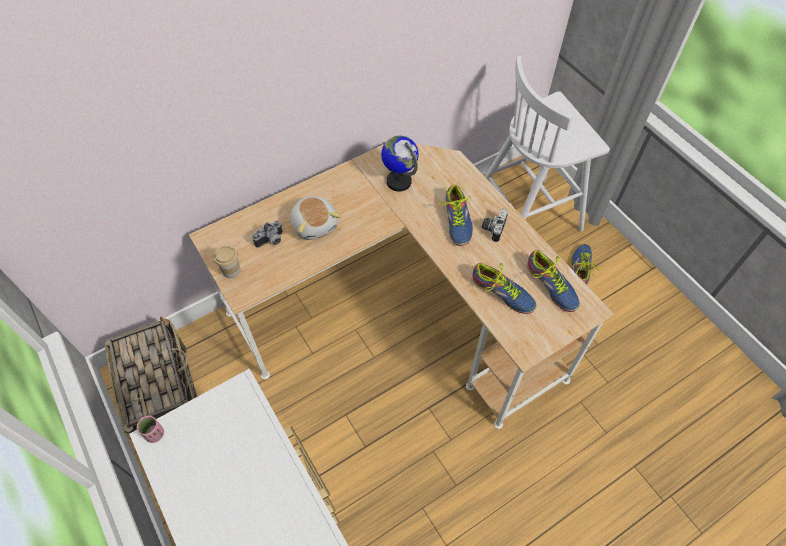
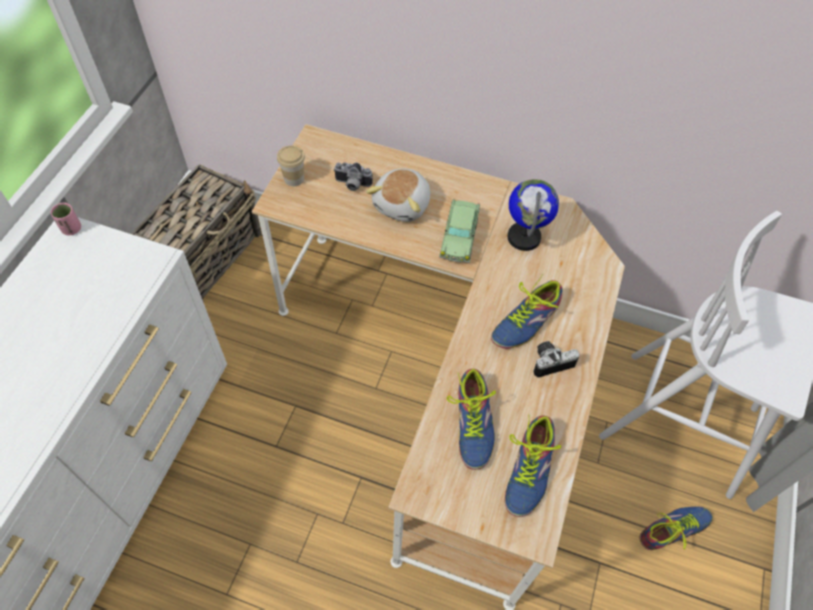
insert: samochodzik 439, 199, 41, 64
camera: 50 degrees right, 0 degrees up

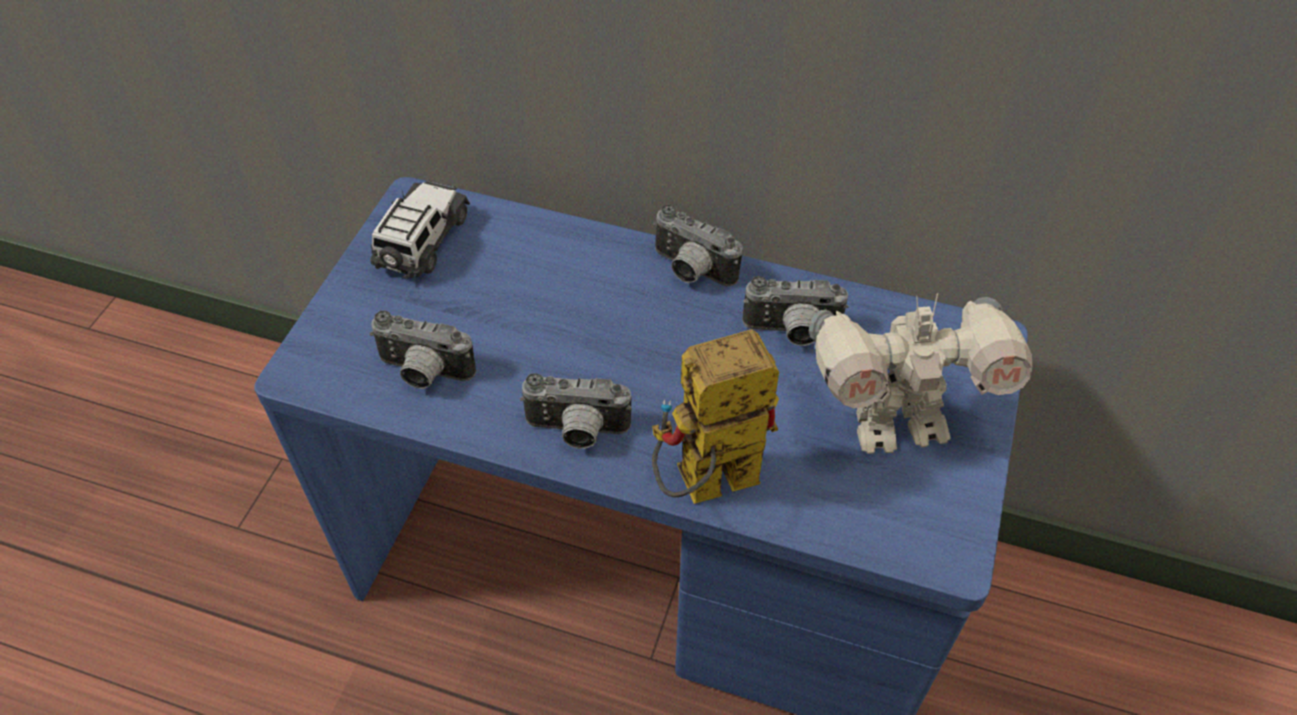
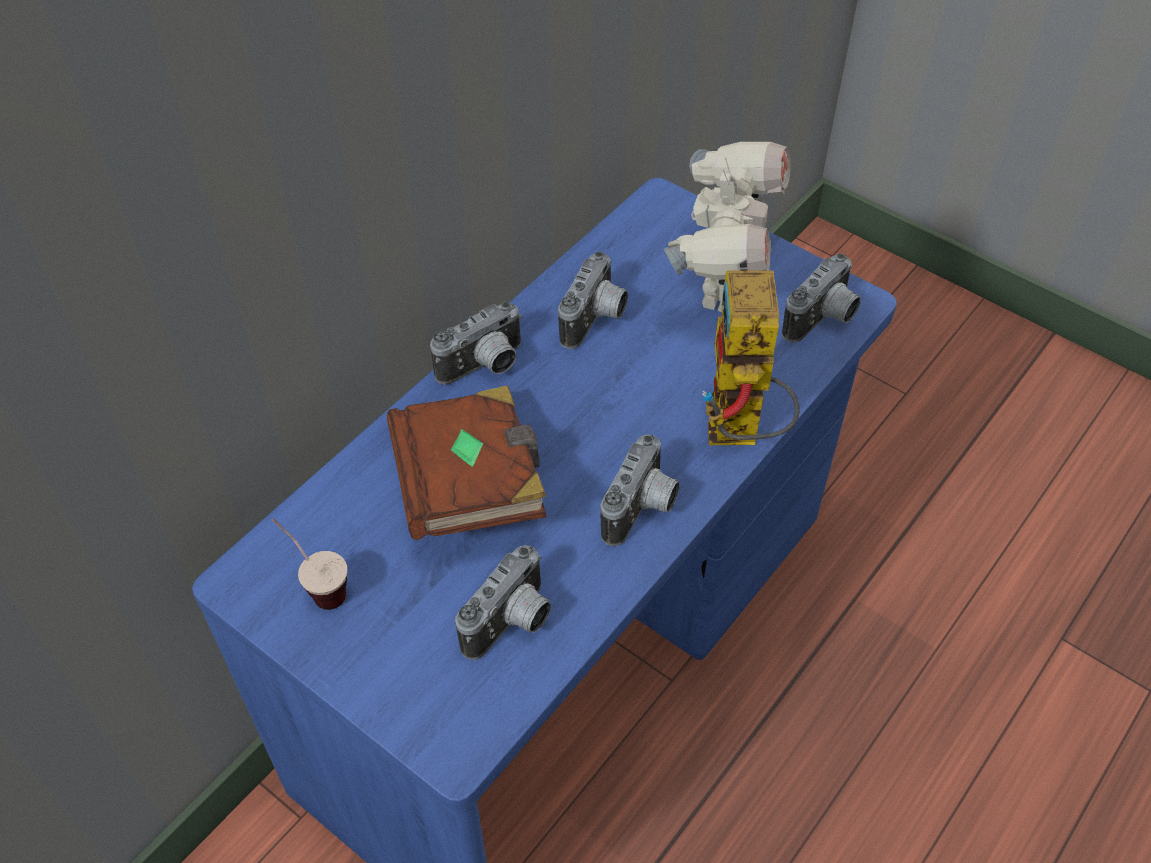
insert: aparat fotograficzny 782, 253, 79, 90; książka [brązowy] 387, 386, 159, 154
replace: samochodzik 370, 179, 100, 100 to filiżanka 272, 518, 75, 92
camera: 70 degrees left, 0 degrees up

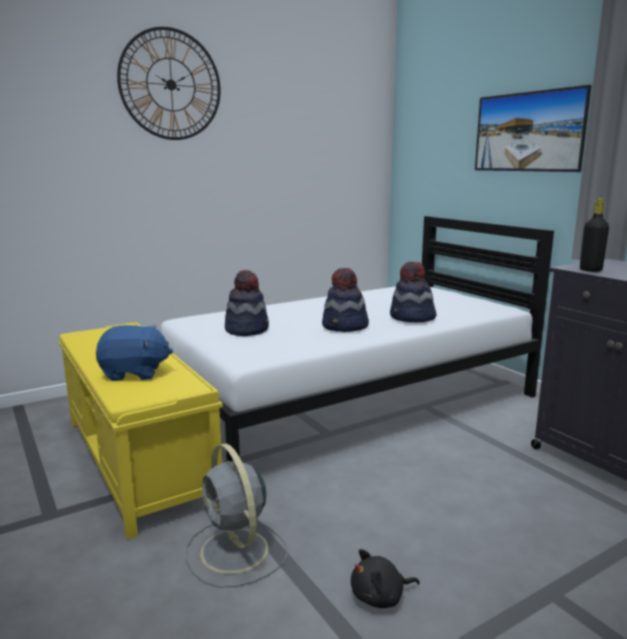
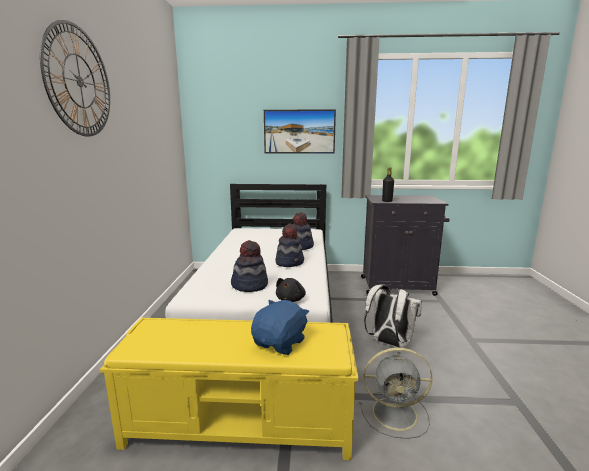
insert: plecak [biały] 364, 284, 58, 64
move: pluszak [czarny] 351, 549, 69, 59 to 276, 278, 30, 24
camera: 55 degrees left, 0 degrees up

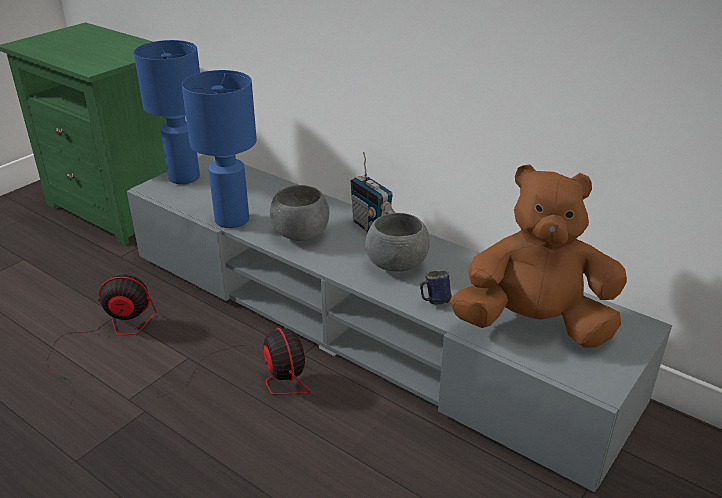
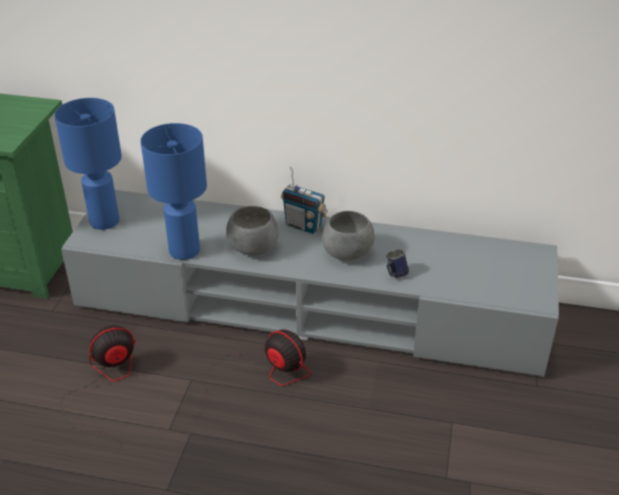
delete: pluszak [brązowy] 450, 164, 177, 184
camera: 25 degrees left, 5 degrees up

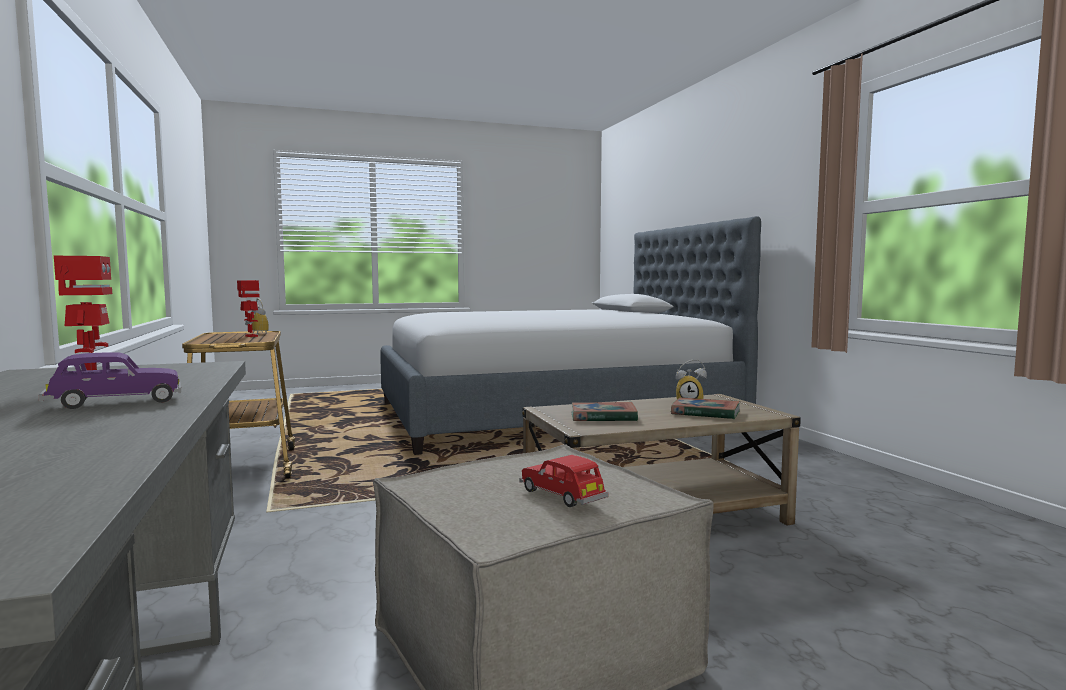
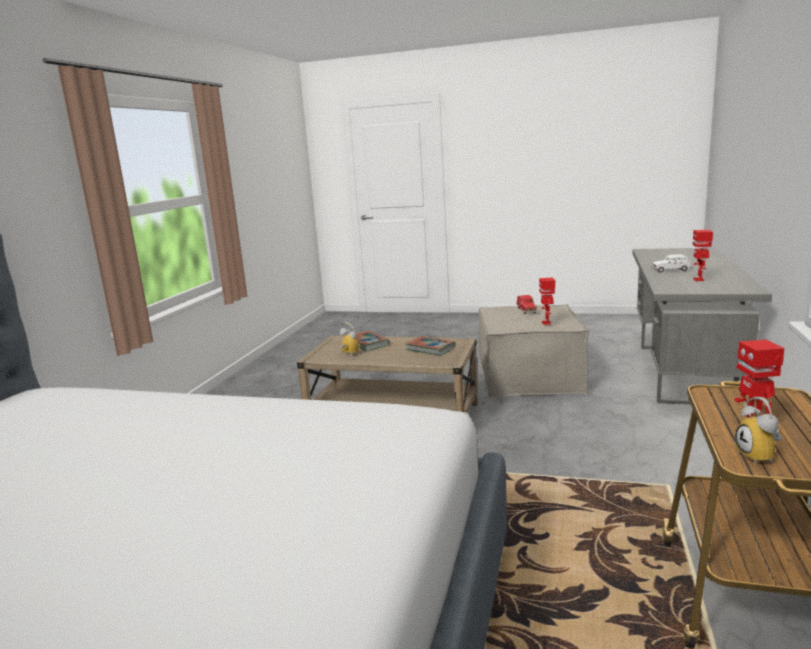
insert: robot zabawkowy 539, 278, 16, 47
recolor: samochodzik [fioletowy] 39, 353, 142, 56 to samochodzik [biały] 652, 254, 41, 19
camera: 145 degrees left, 10 degrees up

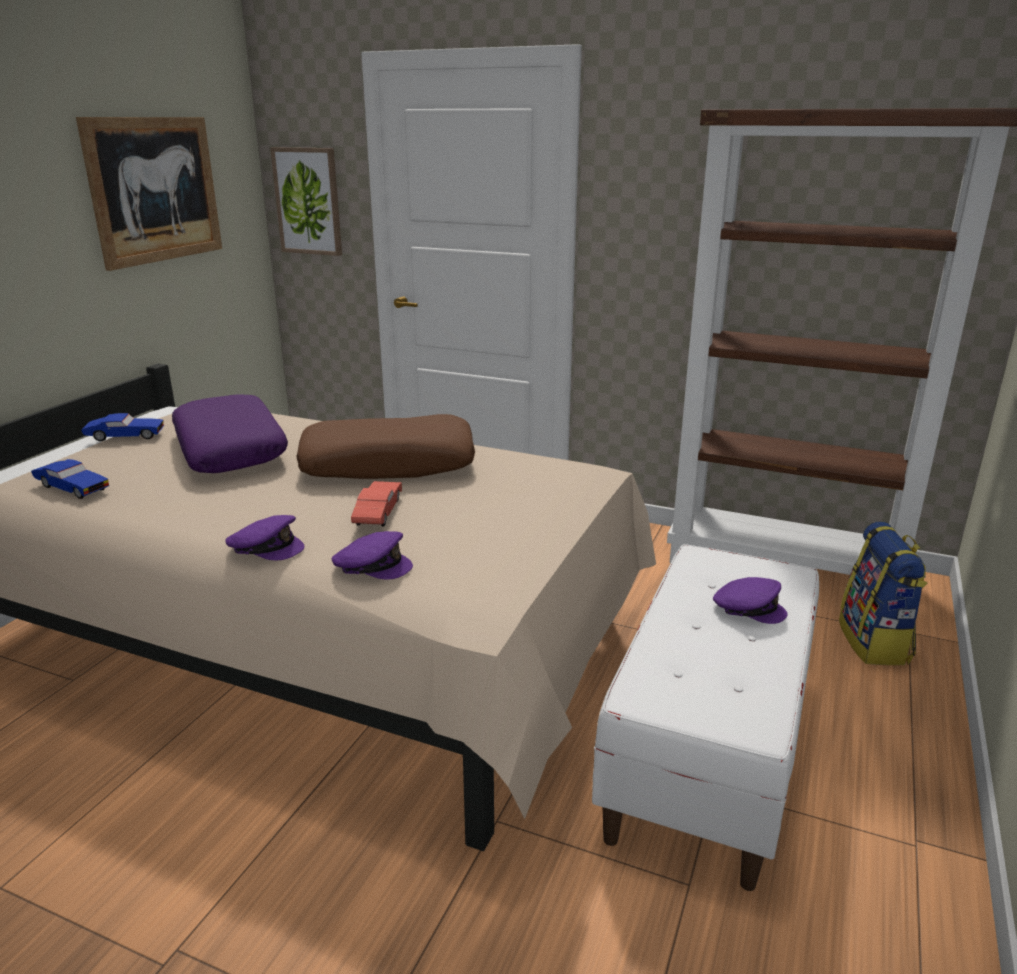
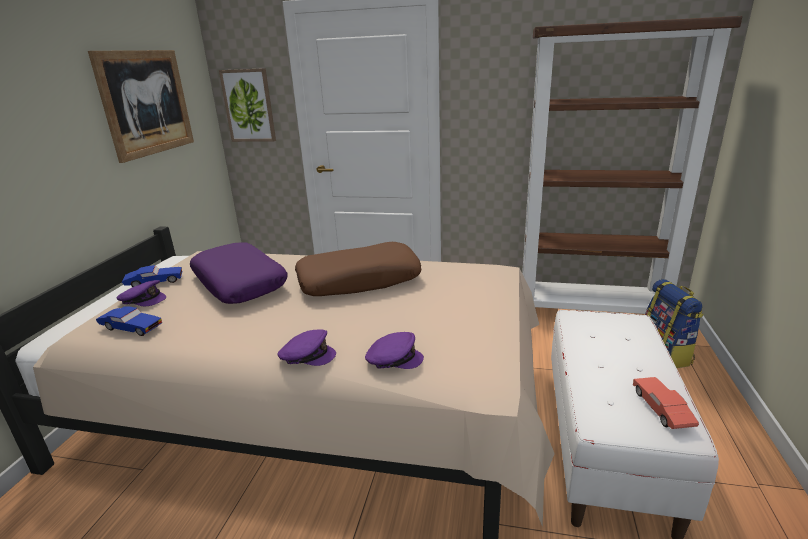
move: samochodzik [czerwony] 351, 481, 51, 46 to 633, 377, 66, 52; czapka z daszkiem [fioletowy] 713, 577, 75, 47 to 116, 280, 50, 26
camera: 10 degrees left, 0 degrees up

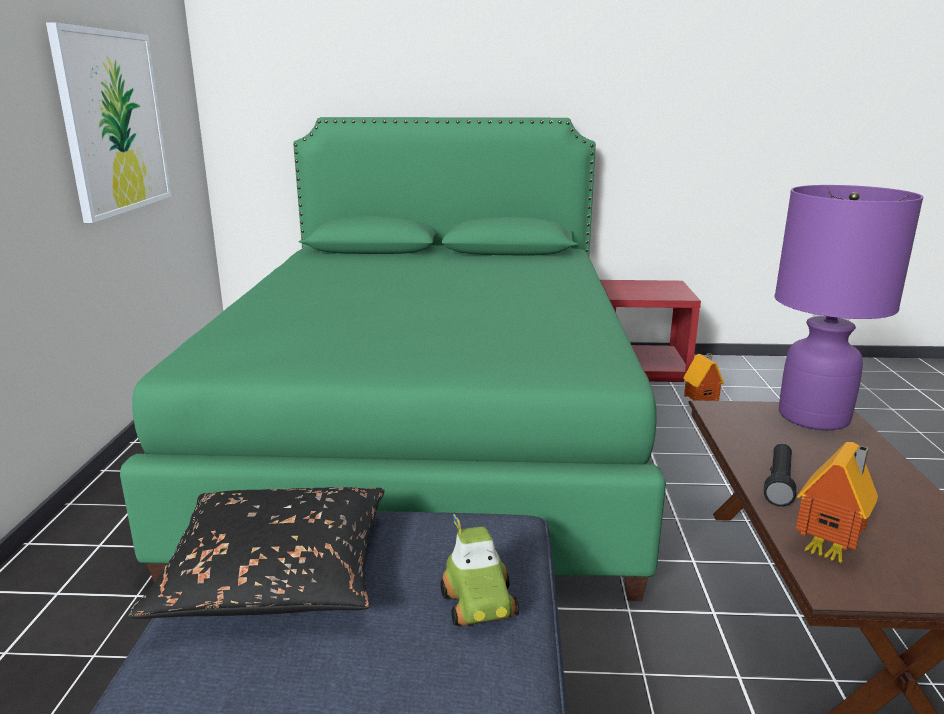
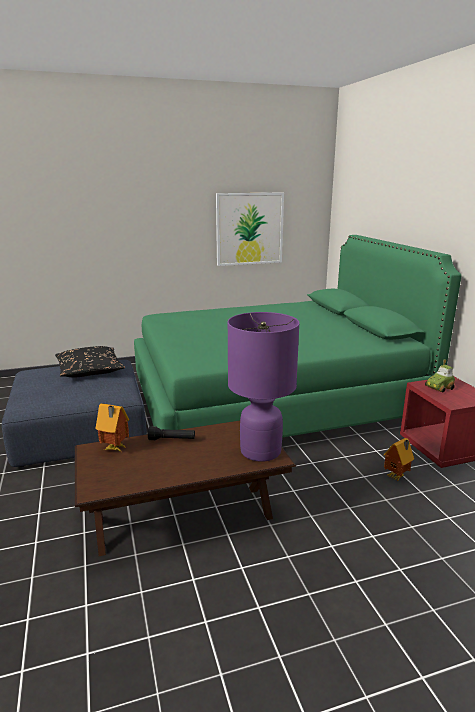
move: samochodzik 440, 514, 79, 112 to 425, 359, 30, 33
camera: 70 degrees right, 0 degrees up

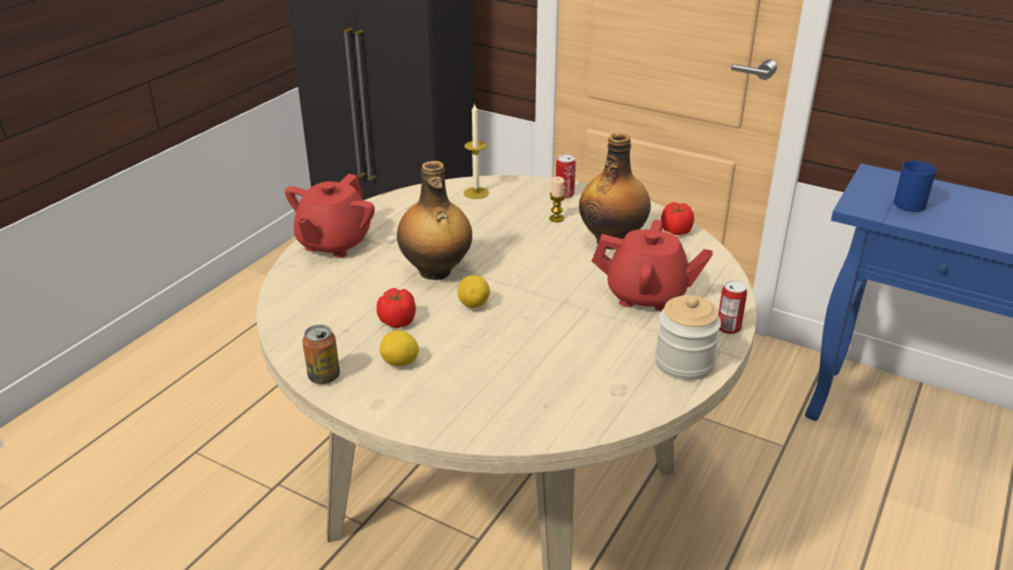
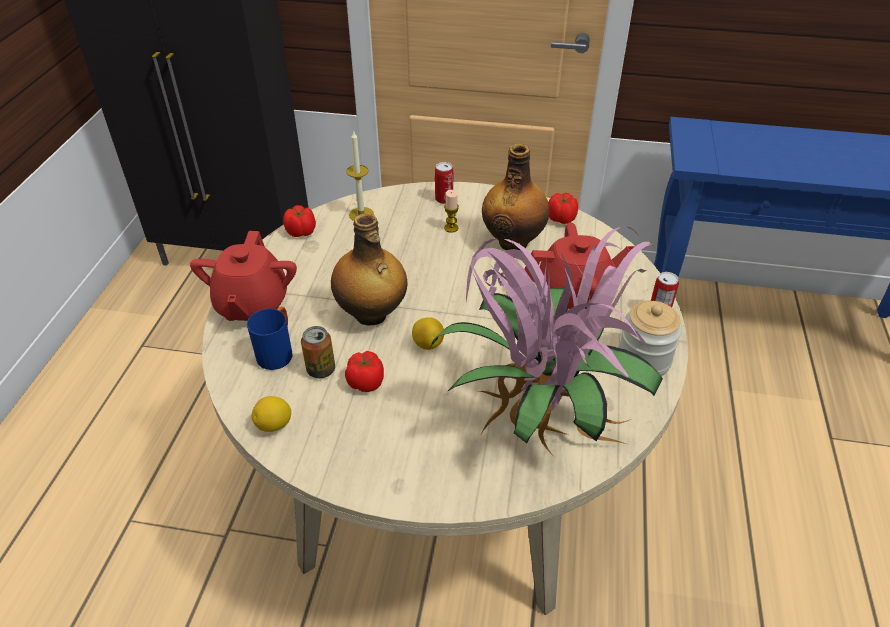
insert: pomidor 283, 205, 33, 32; roślina doniczkowa 431, 227, 232, 227
move: kubek [niebieski] 894, 161, 43, 51 to 247, 307, 45, 63; puszka 302, 325, 38, 59 to 301, 326, 34, 52; cytryna 380, 330, 39, 36 to 252, 396, 39, 36
camera: 20 degrees left, 10 degrees up

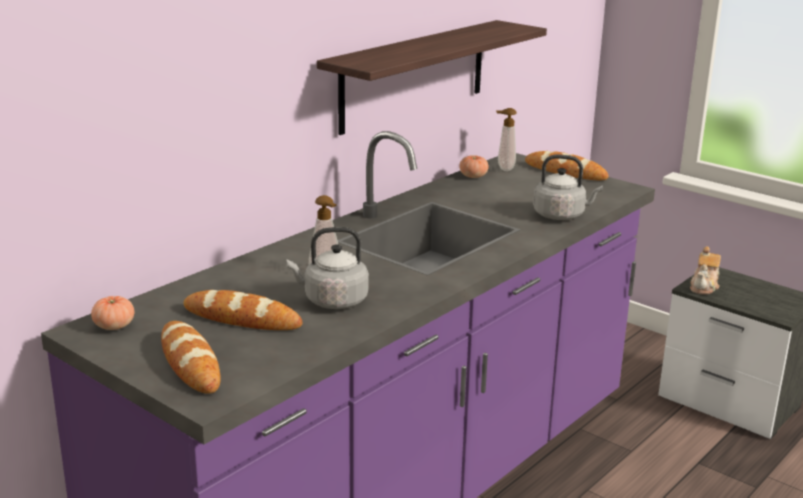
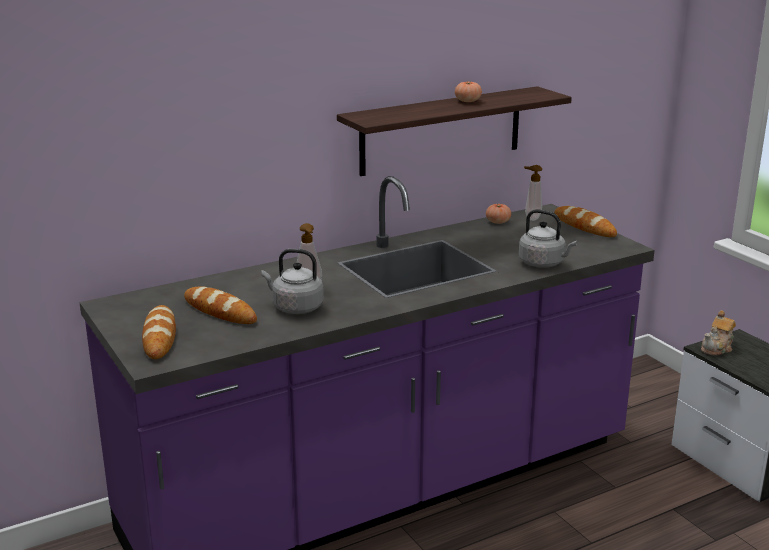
move: pomidor 91, 296, 43, 34 to 455, 82, 27, 20
camera: 20 degrees right, 0 degrees up

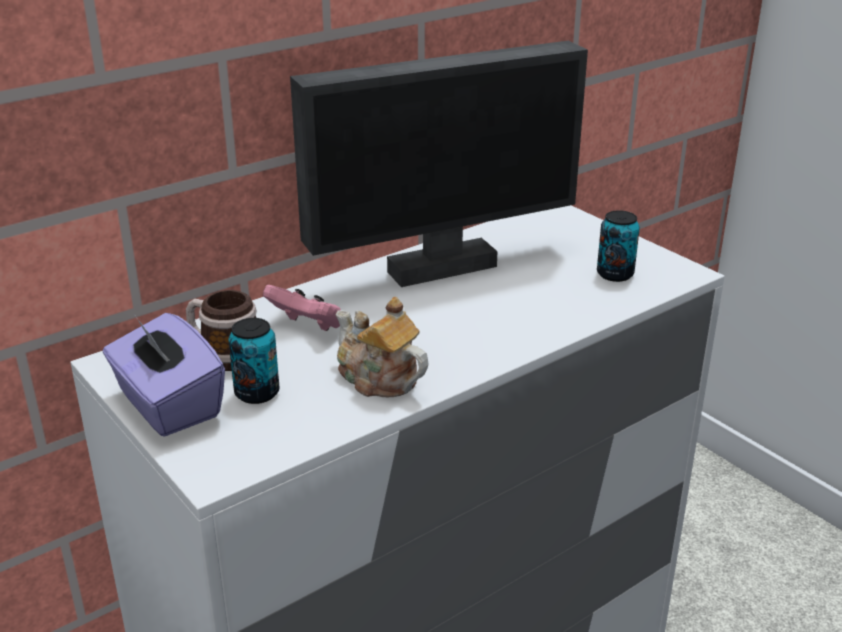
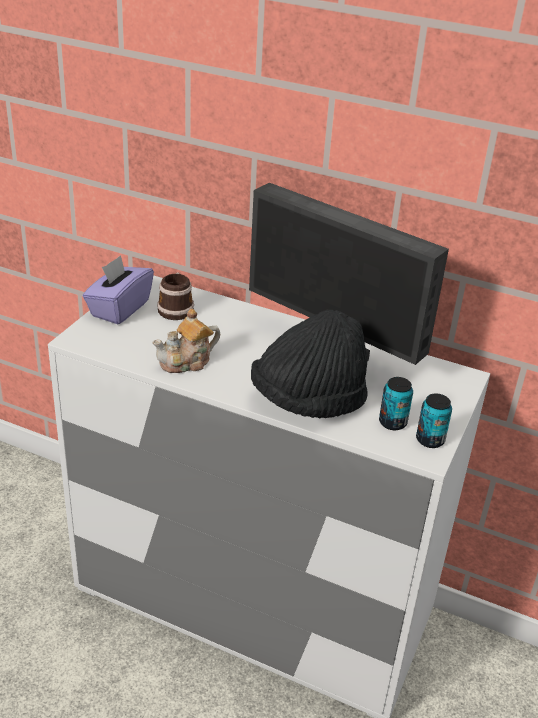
delete: pad do gier [różowy] 263, 285, 78, 46
insert: kapelusz [czarny] 251, 310, 117, 108
move: puszka 228, 318, 52, 86 to 416, 394, 36, 54
rotate: imbryk 335, 297, 94, 100 = 152, 308, 68, 65 135 degrees counterclockwise
camera: 60 degrees right, 5 degrees up

